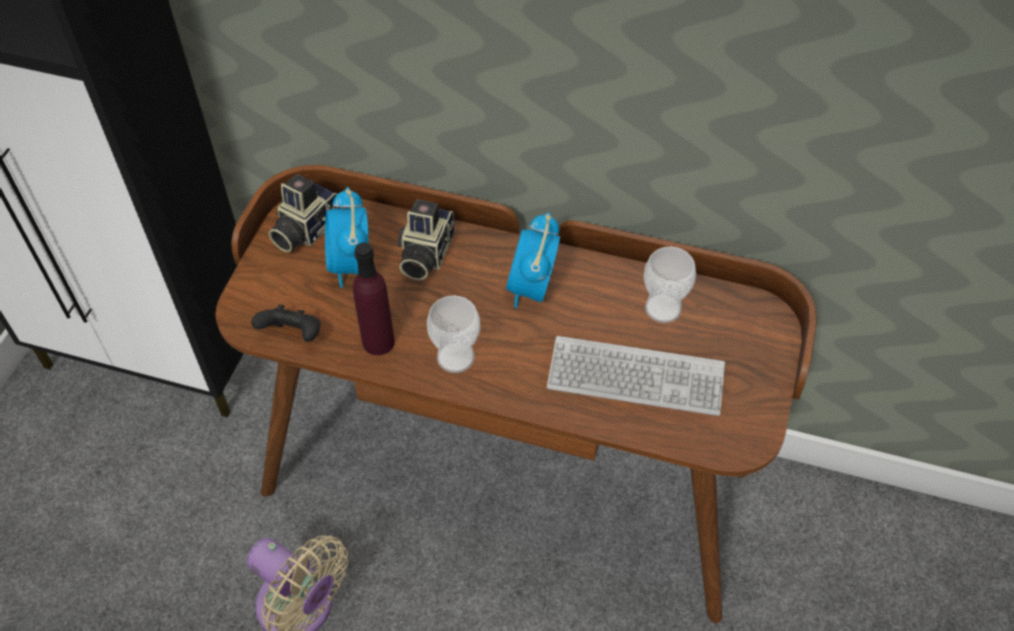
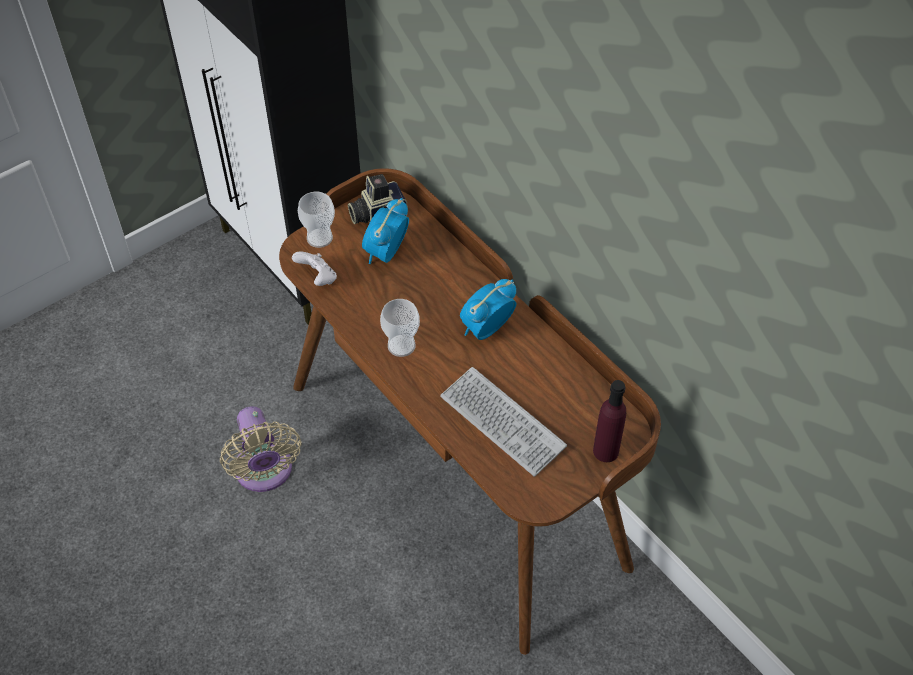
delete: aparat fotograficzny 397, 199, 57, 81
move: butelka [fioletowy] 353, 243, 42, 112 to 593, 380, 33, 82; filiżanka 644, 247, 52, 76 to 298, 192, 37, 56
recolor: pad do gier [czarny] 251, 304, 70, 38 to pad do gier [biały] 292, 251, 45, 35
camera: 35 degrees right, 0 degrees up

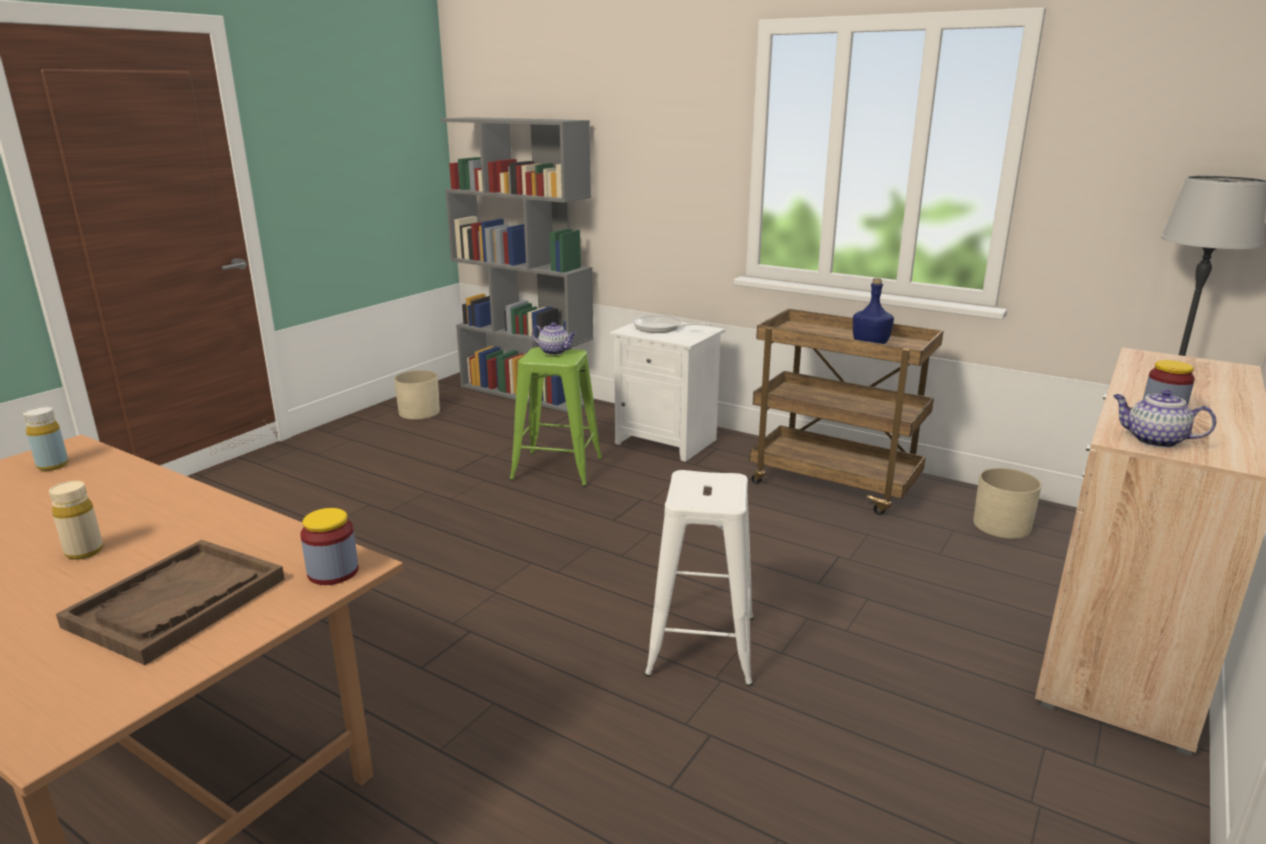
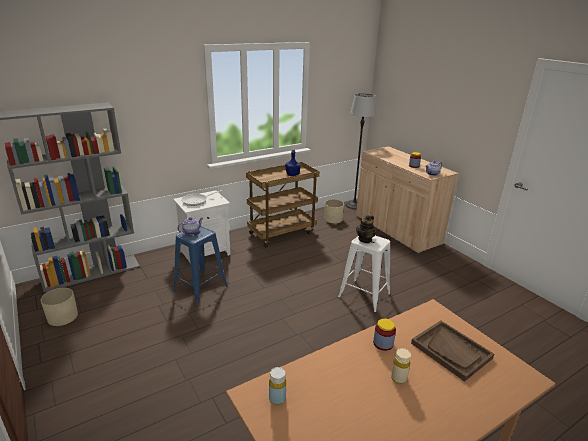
insert: imbryk 356, 215, 20, 28
move: słoik 300, 508, 59, 77 to 373, 318, 23, 33
recolor: stołek [zielony] 509, 347, 93, 140 to stołek [niebieski] 173, 226, 55, 79
camera: 65 degrees left, 5 degrees up

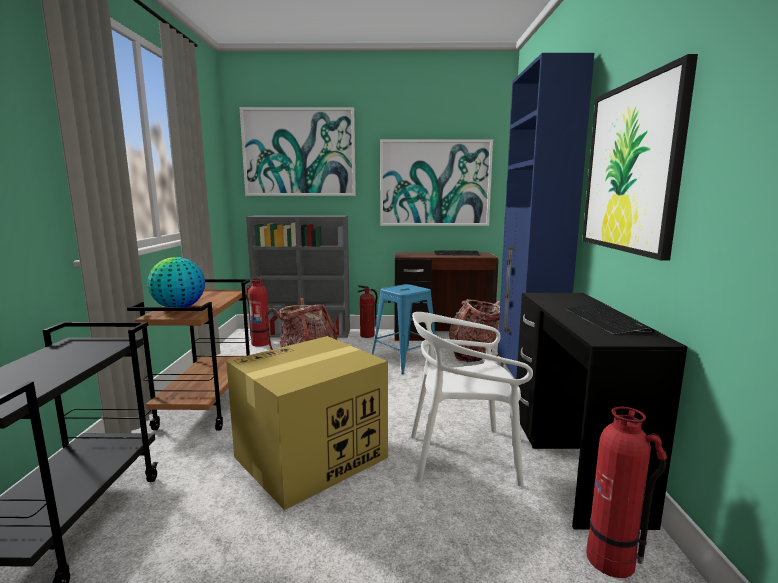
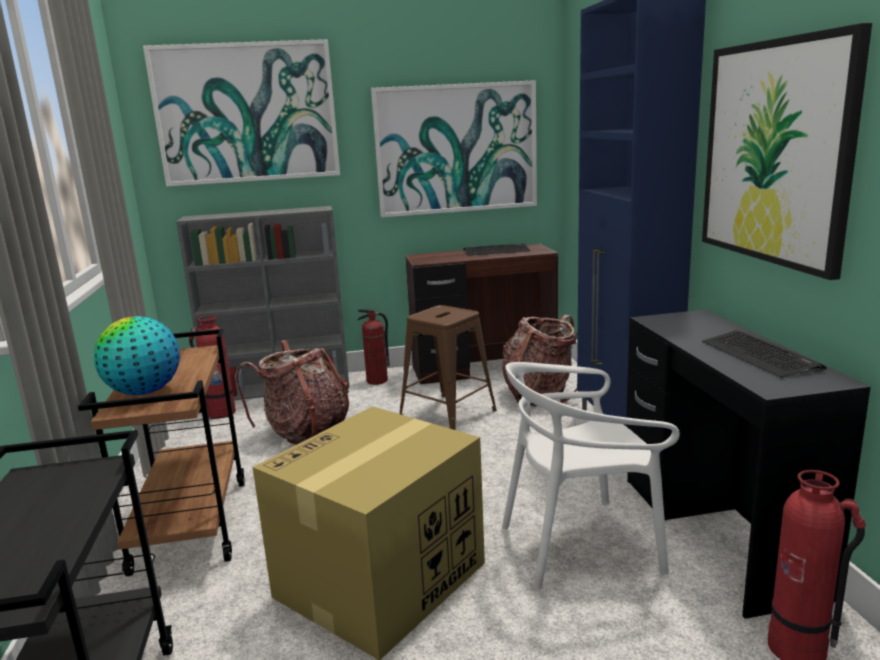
recolor: stołek [niebieski] 372, 284, 63, 90 to stołek [brązowy] 400, 305, 97, 125
camera: 10 degrees left, 5 degrees up

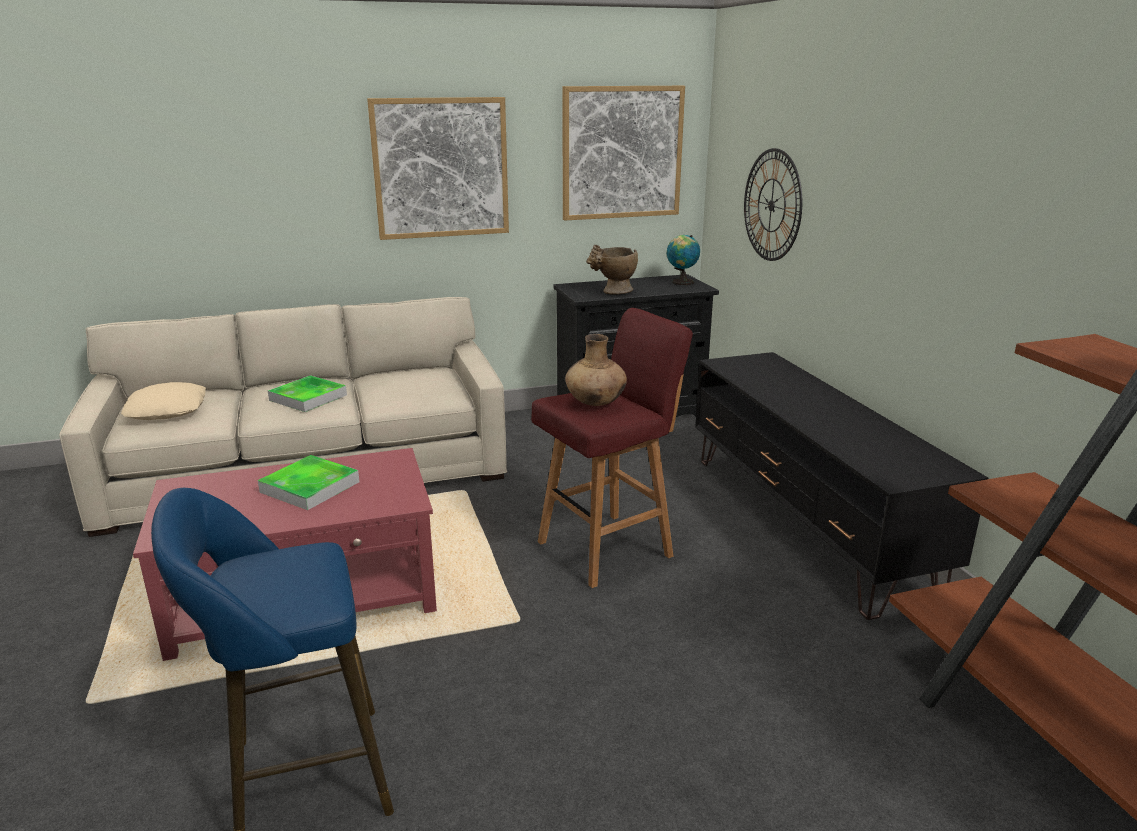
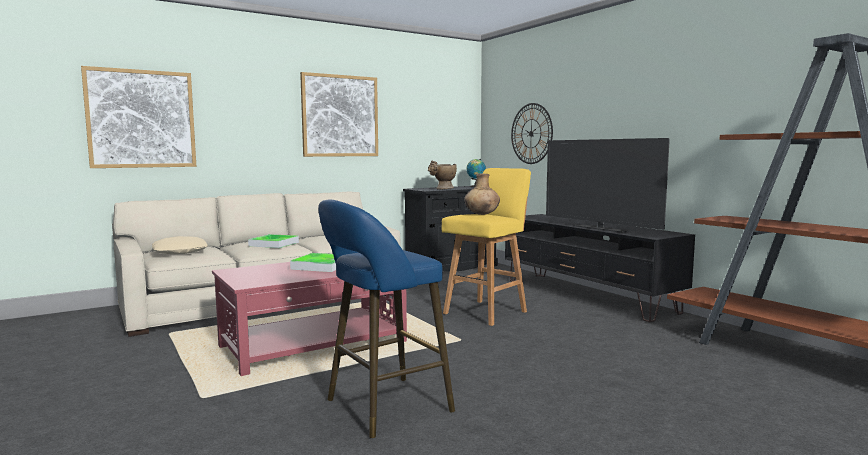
insert: telewizor 546, 138, 124, 94
move: obraz 562, 86, 123, 134 to 81, 66, 115, 102
recolor: stołek [czerwony] 531, 308, 162, 280 to stołek [żółty] 441, 168, 90, 158
camera: 15 degrees left, 15 degrees down

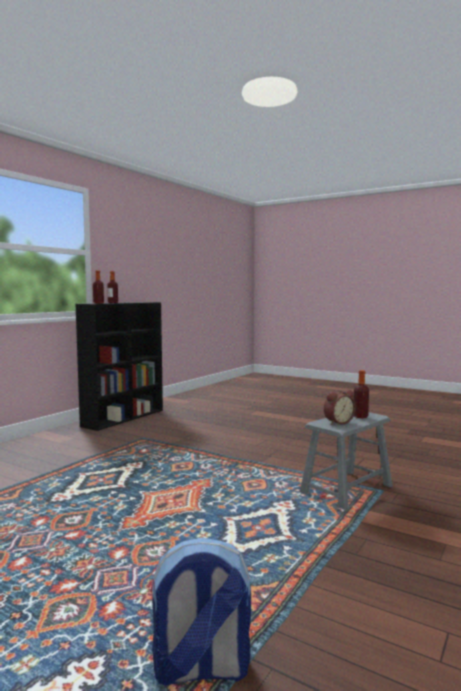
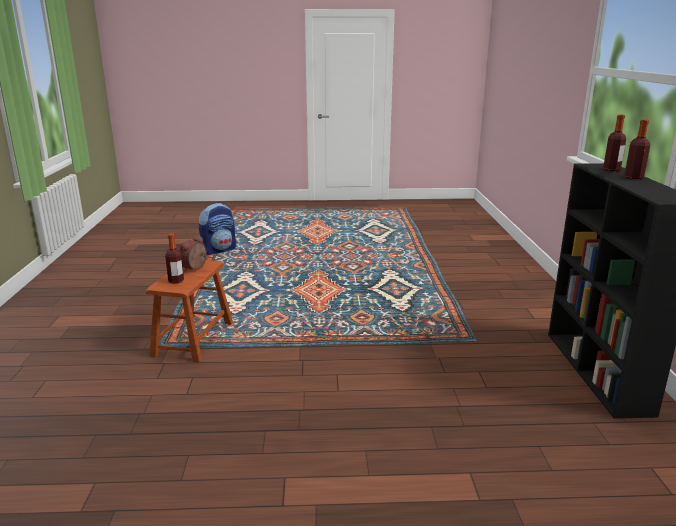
recolor: stołek [szary] 300, 412, 93, 98 to stołek [brązowy] 145, 260, 88, 103
camera: 145 degrees right, 15 degrees up

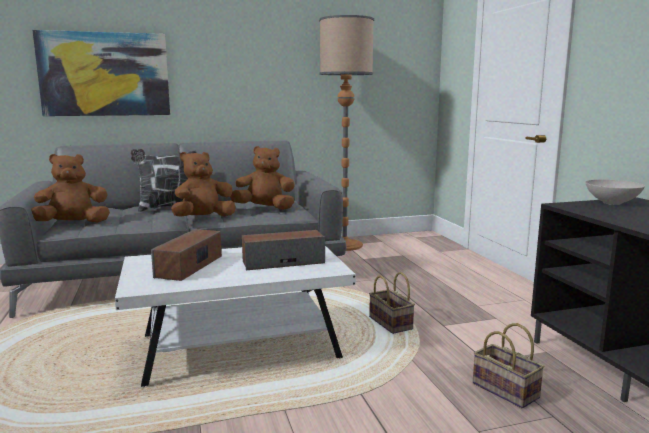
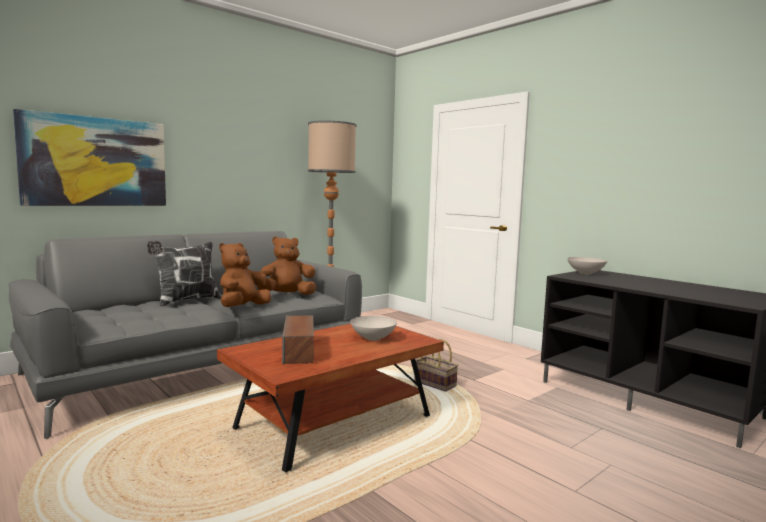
delete: pluszak [brązowy] 31, 154, 79, 69; koszyk 473, 323, 72, 85
replace: głośnik 242, 230, 83, 40 to miska [biały] 350, 316, 47, 25
recolor: ława [biały] 115, 246, 241, 141 to ława [brązowy] 217, 324, 227, 149
camera: 25 degrees left, 5 degrees down

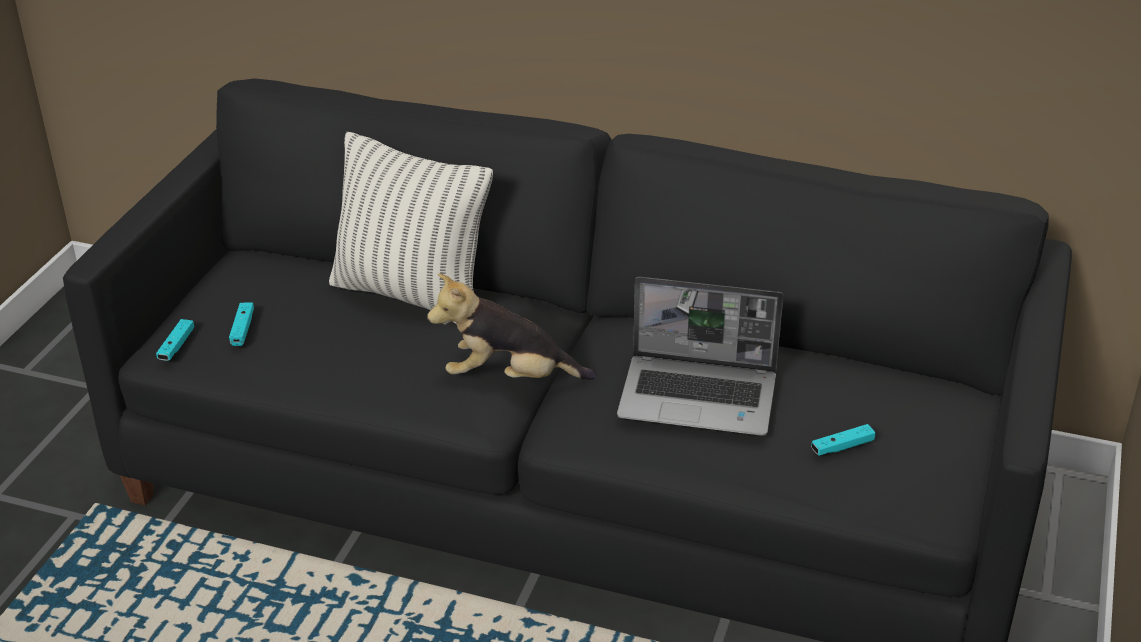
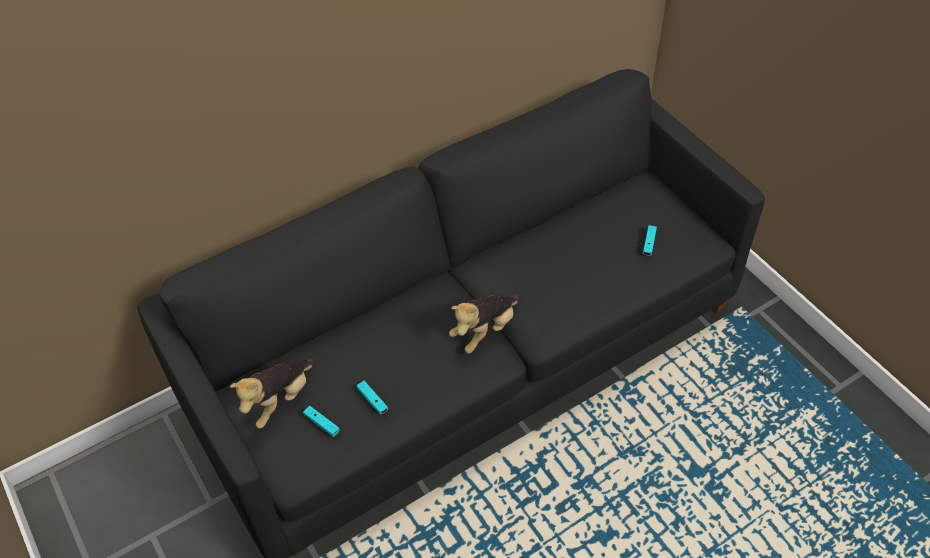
delete: poduszka 329, 132, 164, 192; laptop 617, 277, 167, 159
insert: pluszak 230, 358, 84, 71
move: pad do gier [turkusowy] 156, 319, 38, 42 to 357, 381, 31, 33
camera: 50 degrees left, 15 degrees up

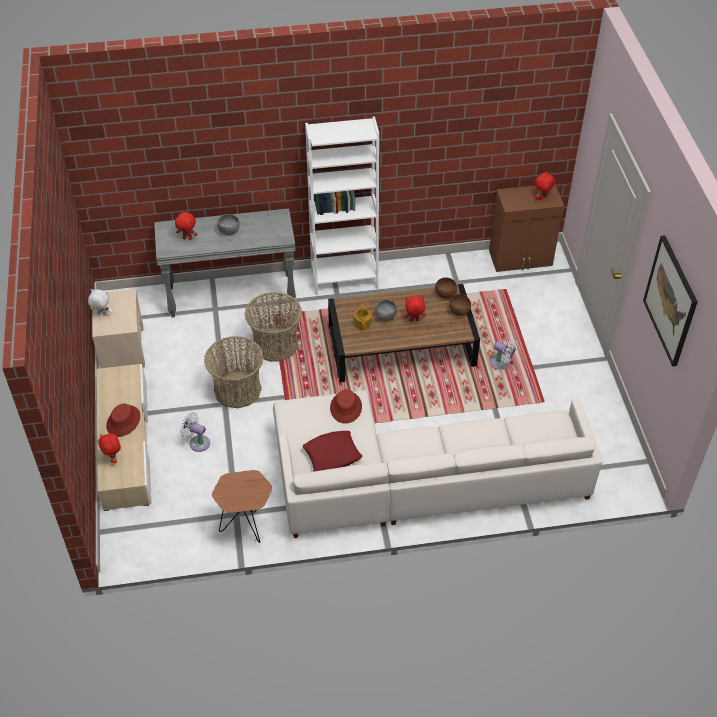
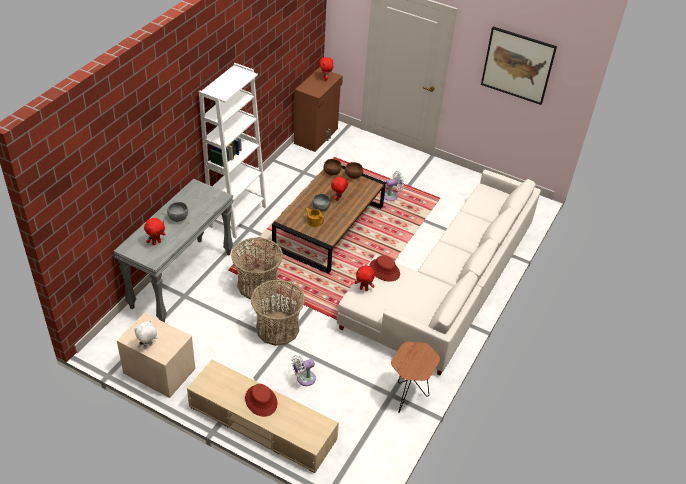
delete: poduszka [czerwony] 303, 431, 59, 41
move: pluszak [czerwony] 98, 433, 23, 30 to 354, 266, 21, 25
camera: 55 degrees left, 5 degrees down

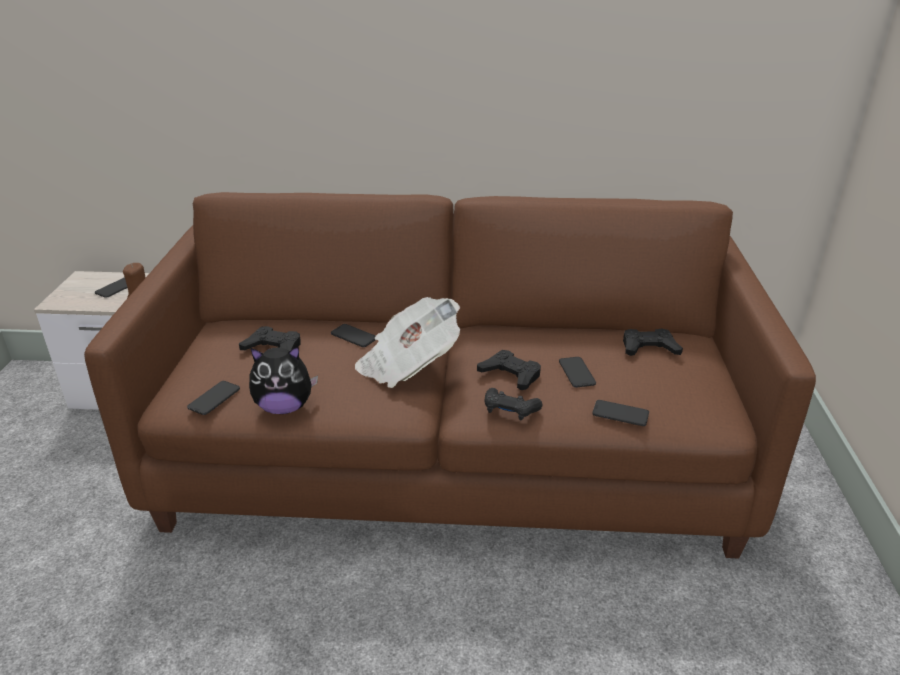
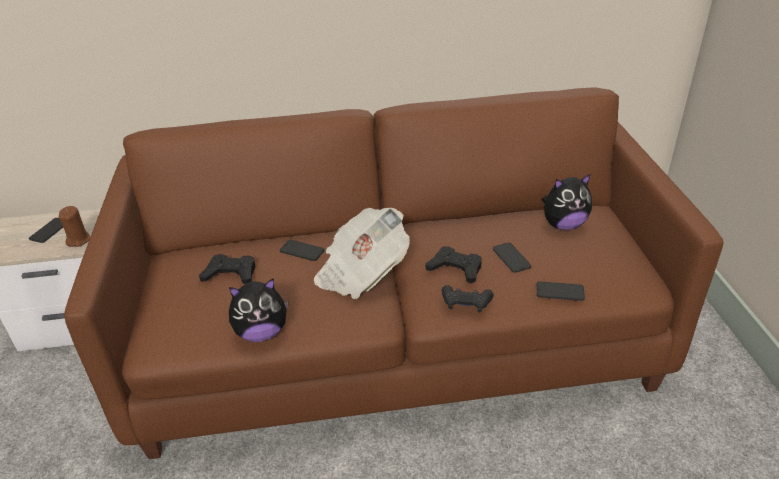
delete: telefon 187, 381, 53, 34
replace: pad do gier [czarny] 623, 329, 60, 27 to pluszak 542, 174, 50, 56
camera: 10 degrees left, 5 degrees up

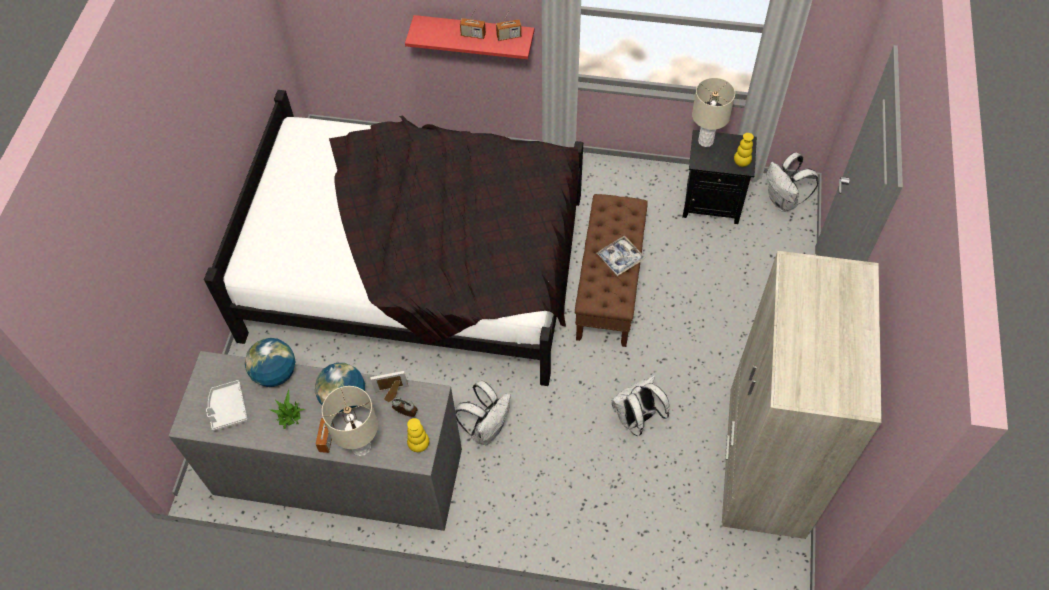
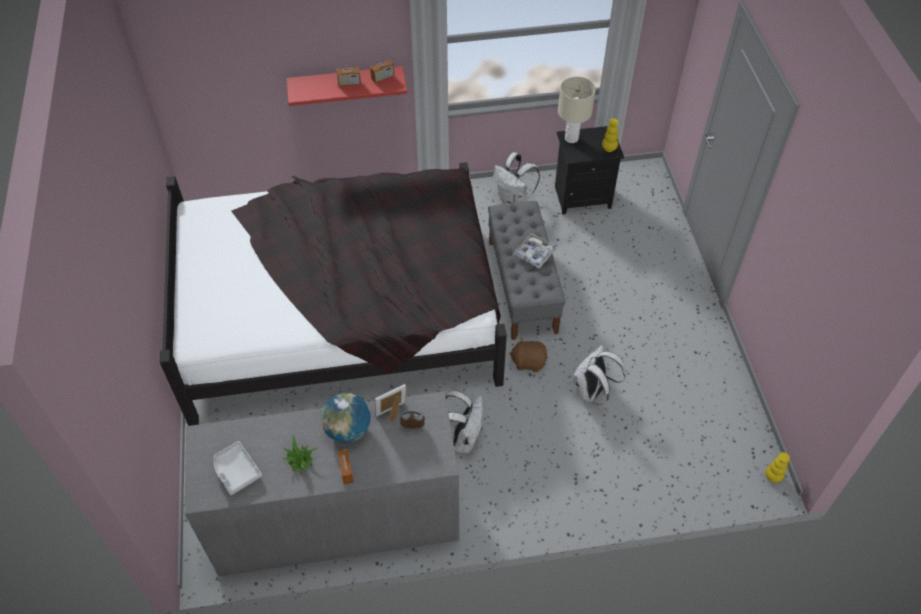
delete: szafa [beżowy] 722, 251, 160, 288; globus 245, 338, 51, 49; lampa stołowa [beżowy] 322, 386, 56, 70
insert: pluszak [brązowy] 509, 337, 39, 35
move: plecak [biały] 766, 152, 53, 60 to 493, 152, 47, 51; wazon [żółty] 407, 418, 22, 34 to 765, 452, 25, 31
recolor: ławka [brązowy] 575, 194, 73, 153 to ławka [szary] 488, 201, 78, 139
camera: 20 degrees left, 5 degrees down

